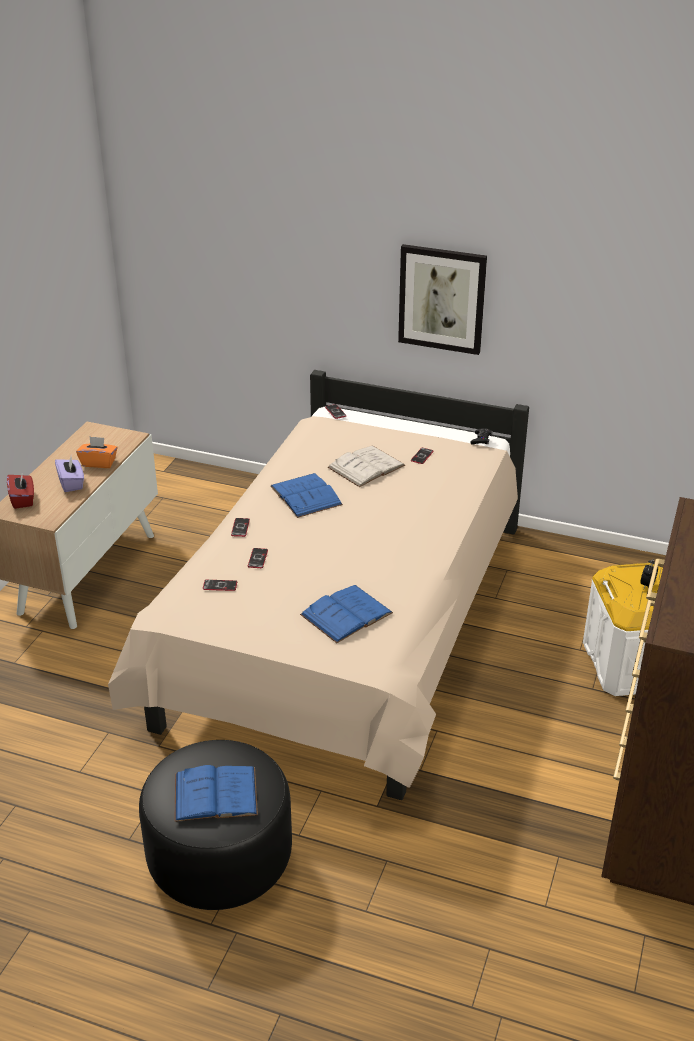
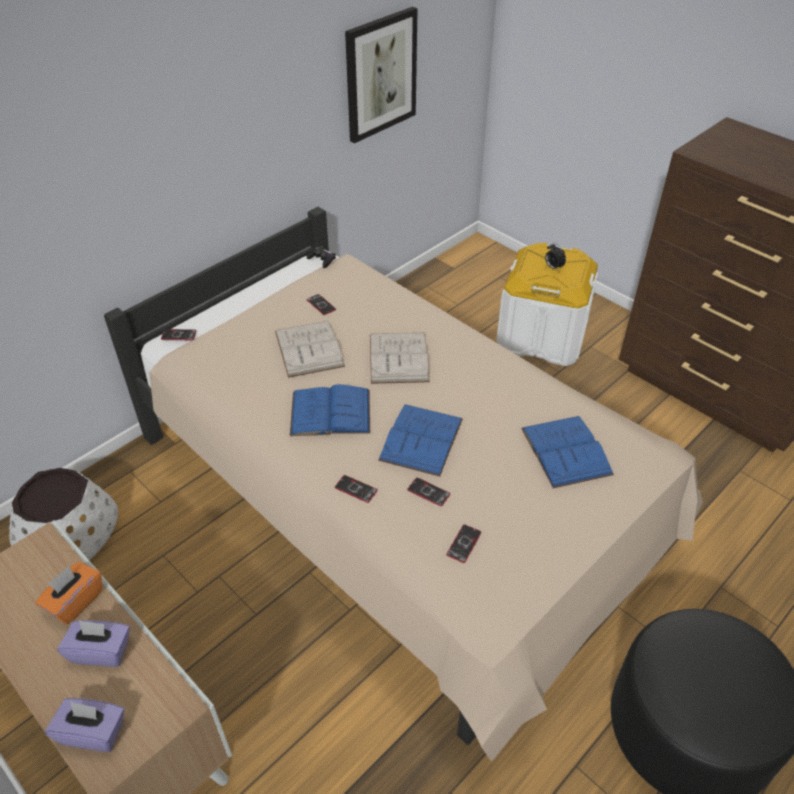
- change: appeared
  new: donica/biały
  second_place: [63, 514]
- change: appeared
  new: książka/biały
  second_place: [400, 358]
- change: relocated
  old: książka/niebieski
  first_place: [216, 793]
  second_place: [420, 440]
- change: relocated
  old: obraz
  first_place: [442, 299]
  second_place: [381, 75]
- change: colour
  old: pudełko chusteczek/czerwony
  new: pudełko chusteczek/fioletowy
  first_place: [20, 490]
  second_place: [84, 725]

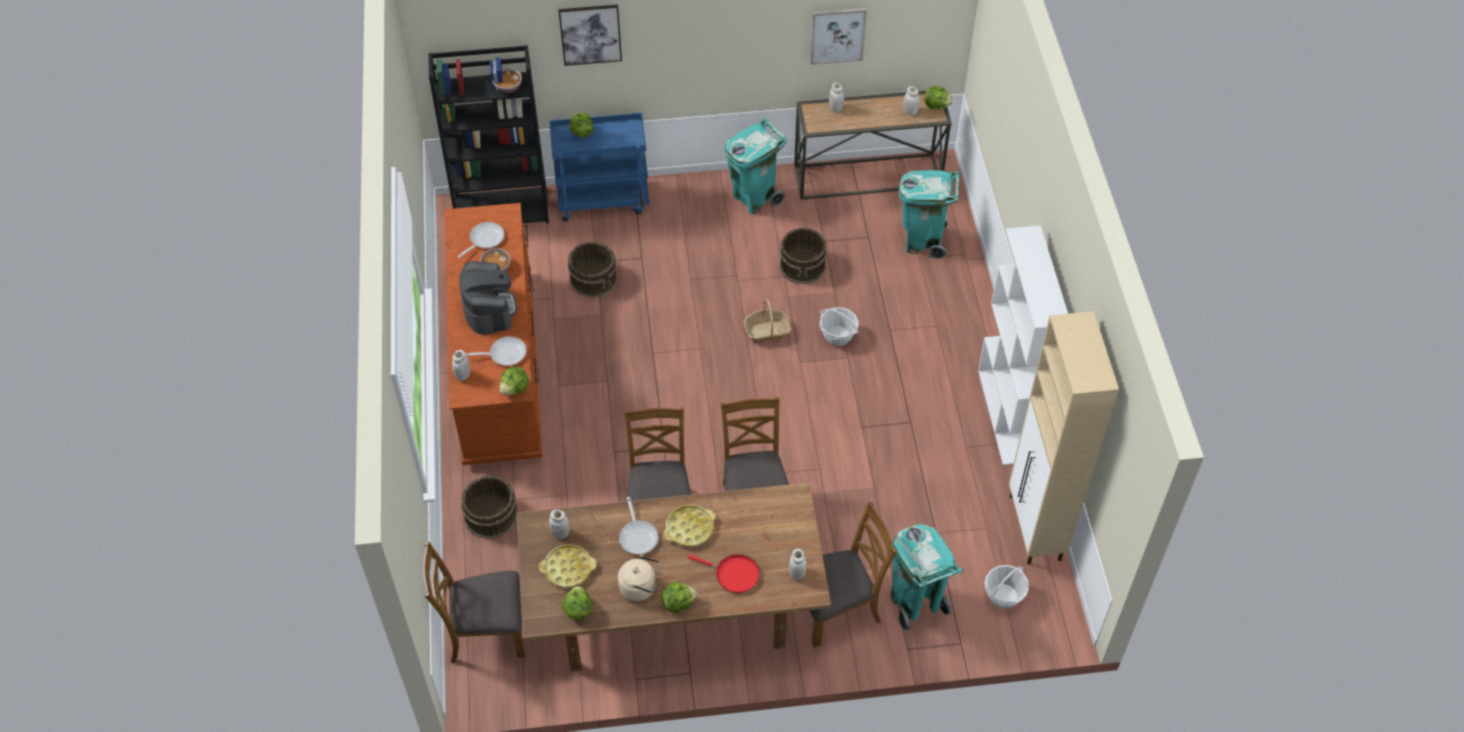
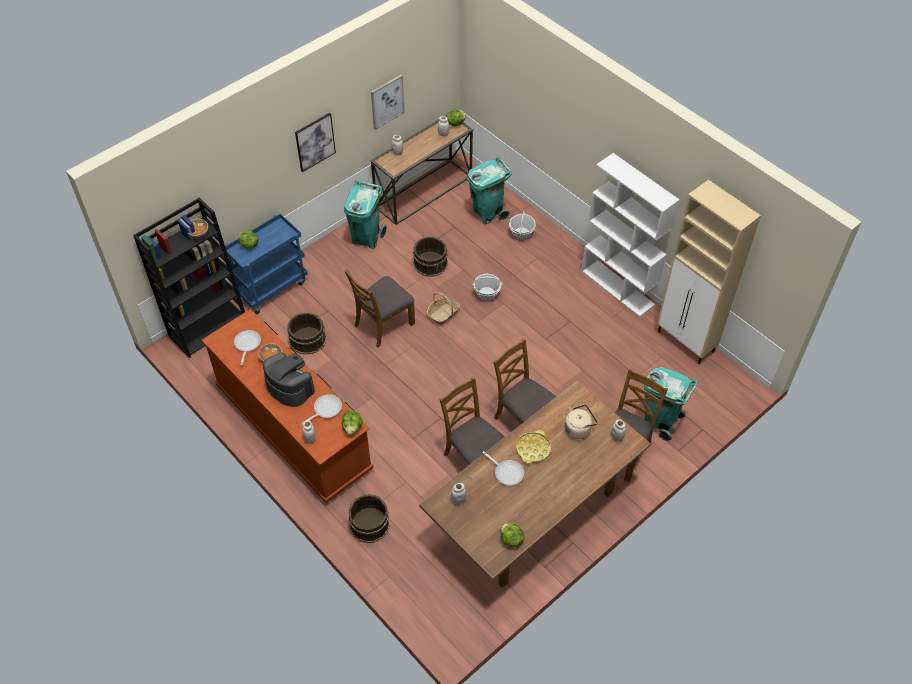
- change: missing
  old: taca/żółty
  first_place: [568, 566]
- change: missing
  old: sałata
  first_place: [679, 597]
- change: missing
  old: patelnia/czerwony
  first_place: [723, 573]
- change: relocated
  old: krzesło/brązowy
  first_place: [474, 602]
  second_place: [379, 308]
- change: relocated
  old: obraz
  first_place: [590, 35]
  second_place: [315, 142]
- change: relocated
  old: czajnik/beżowy
  first_place: [639, 577]
  second_place: [581, 421]
- change: relocated
  old: koszyk
  first_place: [1006, 587]
  second_place: [522, 225]

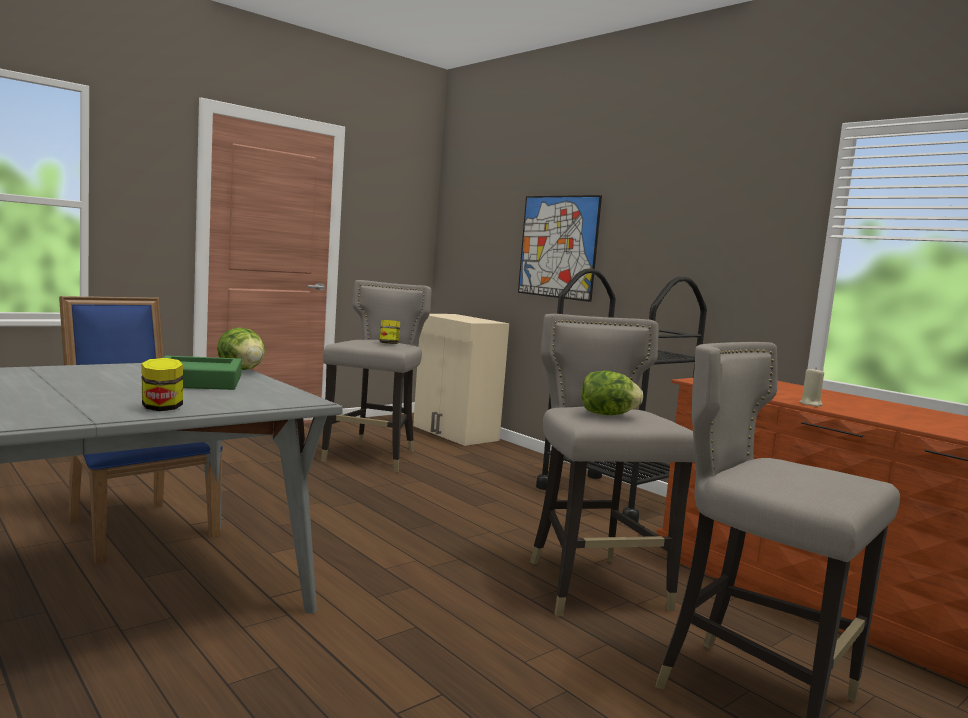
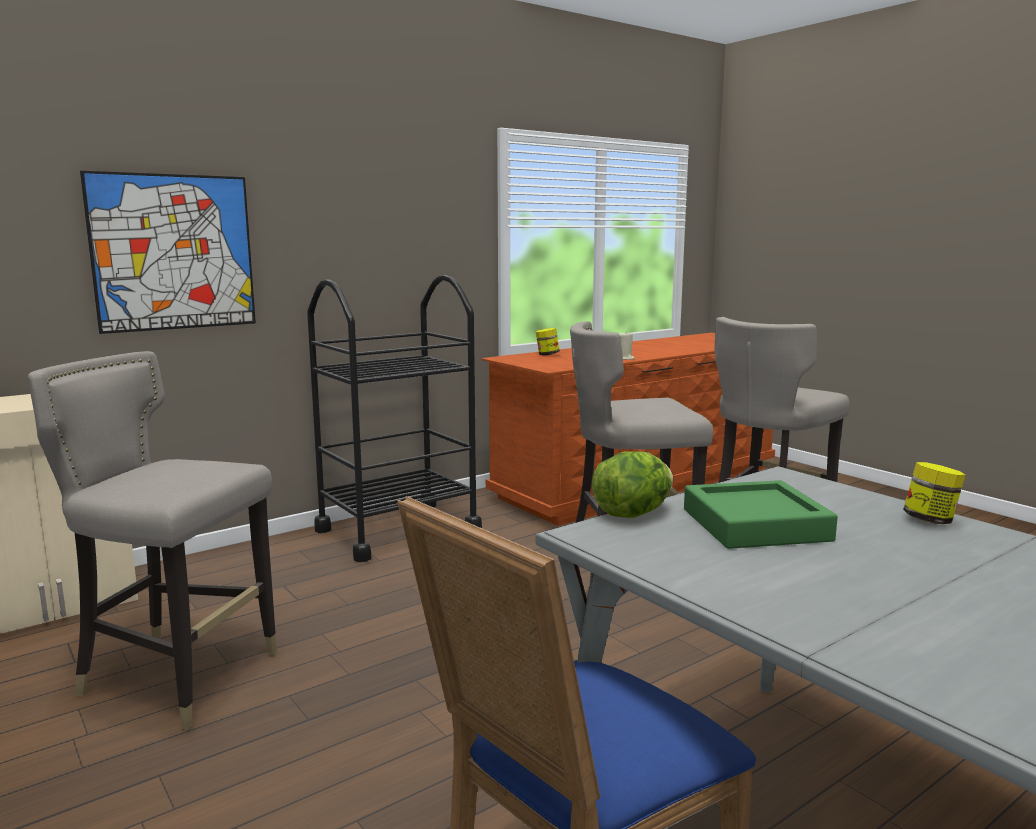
- change: missing
  old: sałata
  first_place: [612, 393]
- change: relocated
  old: słoik
  first_place: [390, 332]
  second_place: [548, 341]

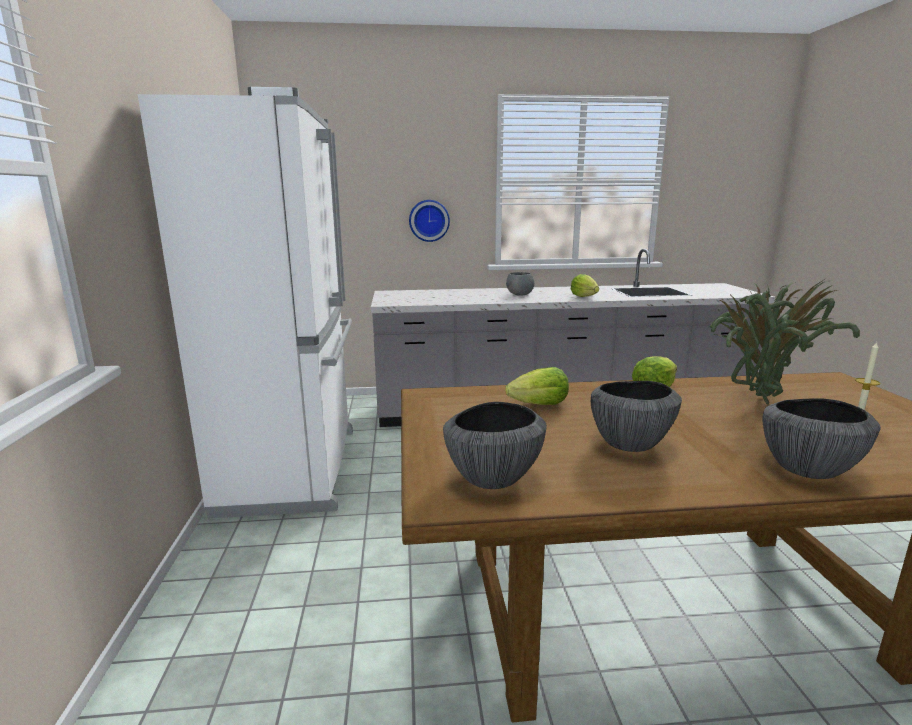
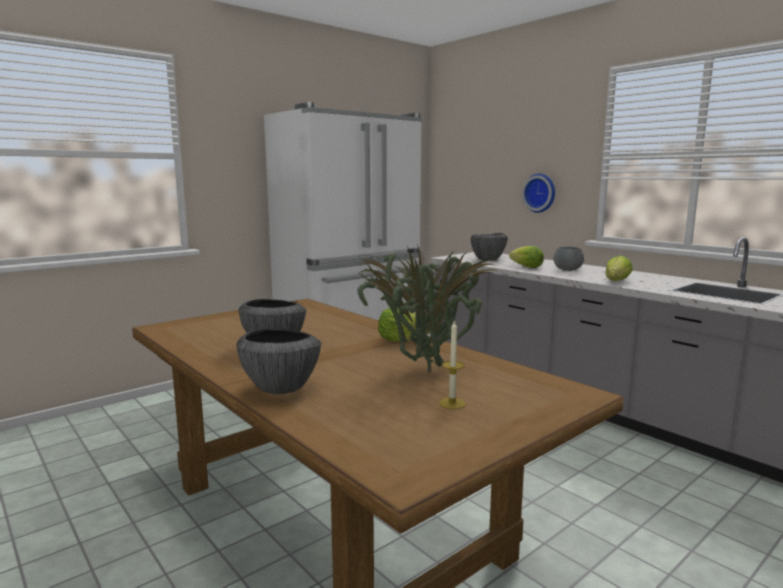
- change: relocated
  old: miska
  first_place: [495, 445]
  second_place: [489, 246]
- change: relocated
  old: sałata
  first_place: [537, 386]
  second_place: [526, 257]

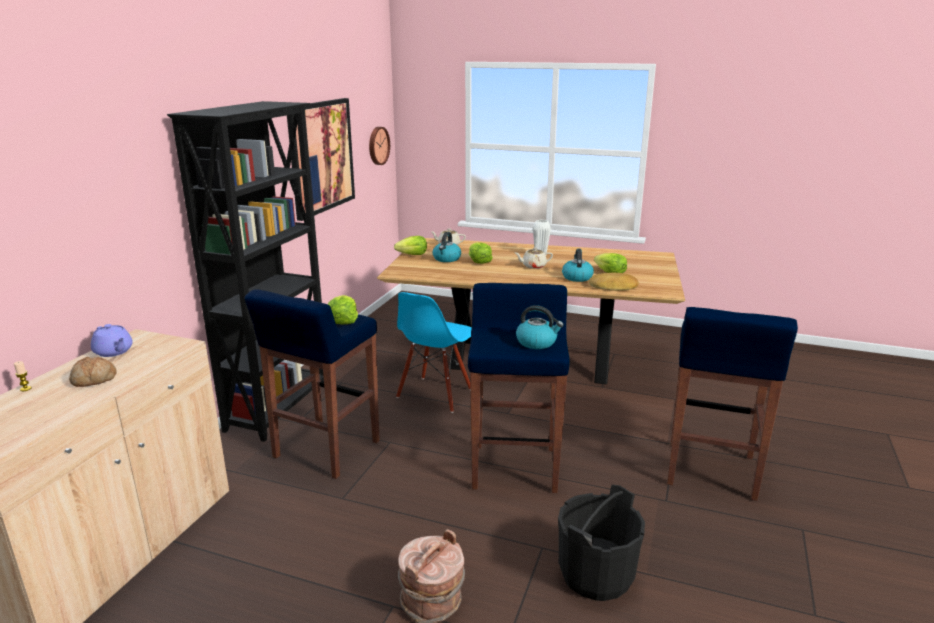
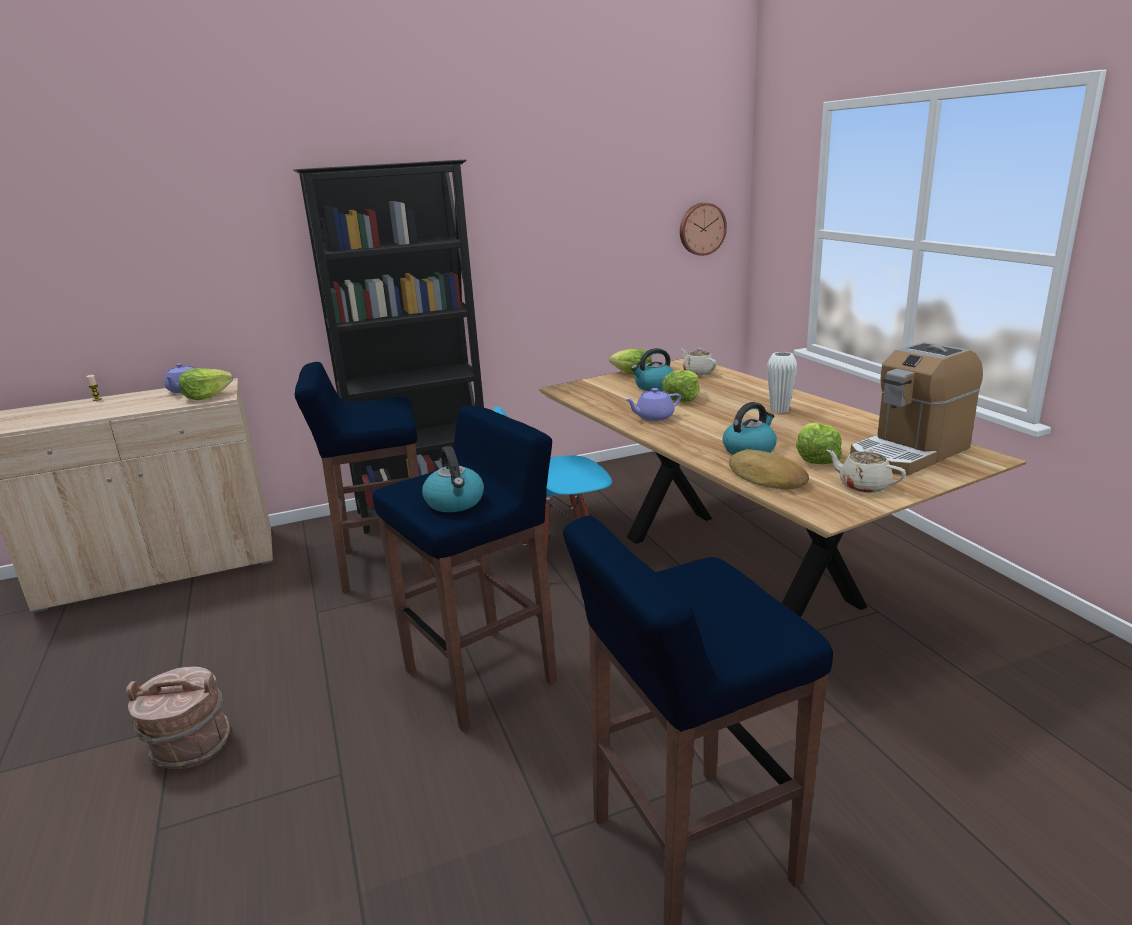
- change: missing
  old: chleb
  first_place: [93, 372]
- change: missing
  old: obraz
  first_place: [321, 159]
- change: missing
  old: wiadro/czarny
  first_place: [601, 542]
- change: appeared
  new: imbryk/fioletowy
  second_place: [653, 404]
- change: appeared
  new: ekspres do kawy
  second_place: [916, 408]
- change: relocated
  old: sałata
  first_place: [343, 309]
  second_place: [205, 384]
- change: relocated
  old: imbryk/beżowy
  first_place: [534, 258]
  second_place: [866, 471]

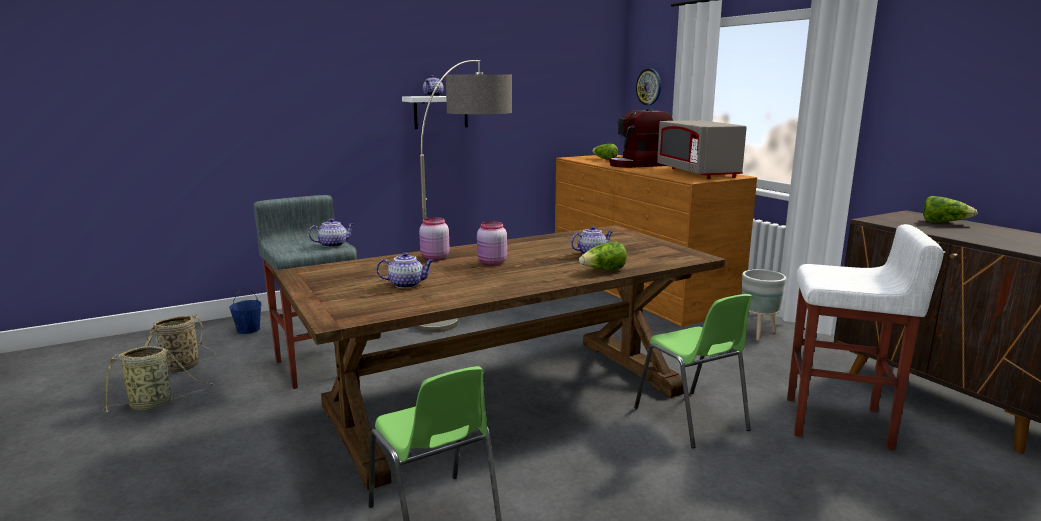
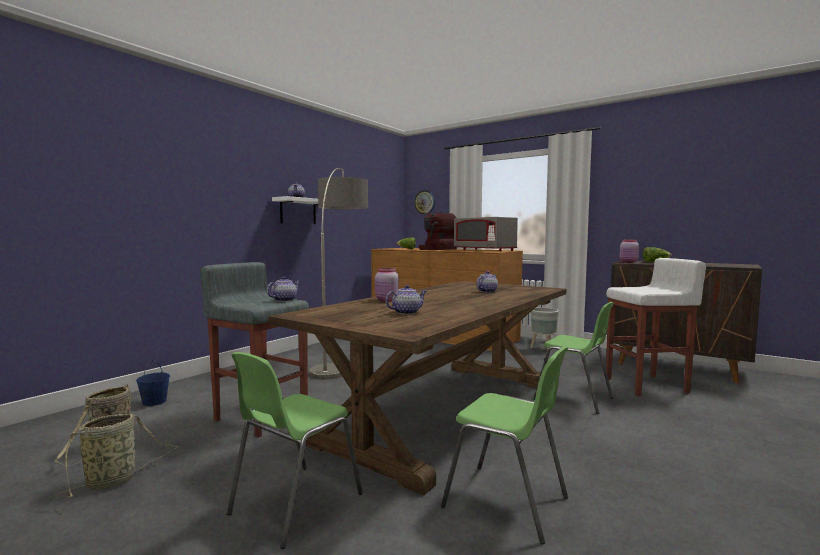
- change: missing
  old: sałata
  first_place: [603, 256]
- change: appeared
  new: krzesło/zielony
  second_place: [295, 450]
- change: relocated
  old: słoik/różowy
  first_place: [492, 243]
  second_place: [629, 251]

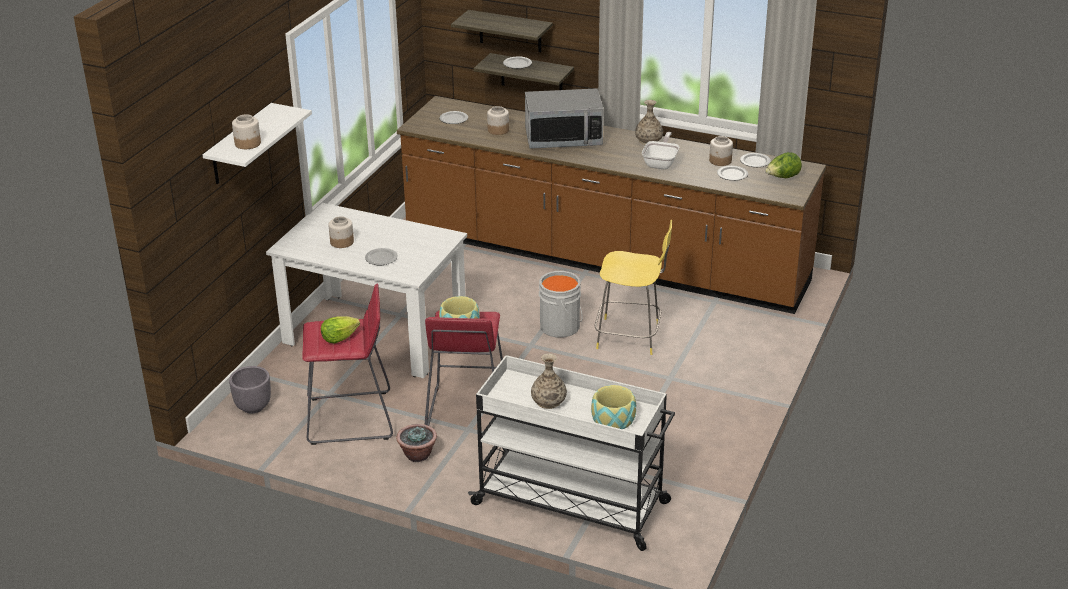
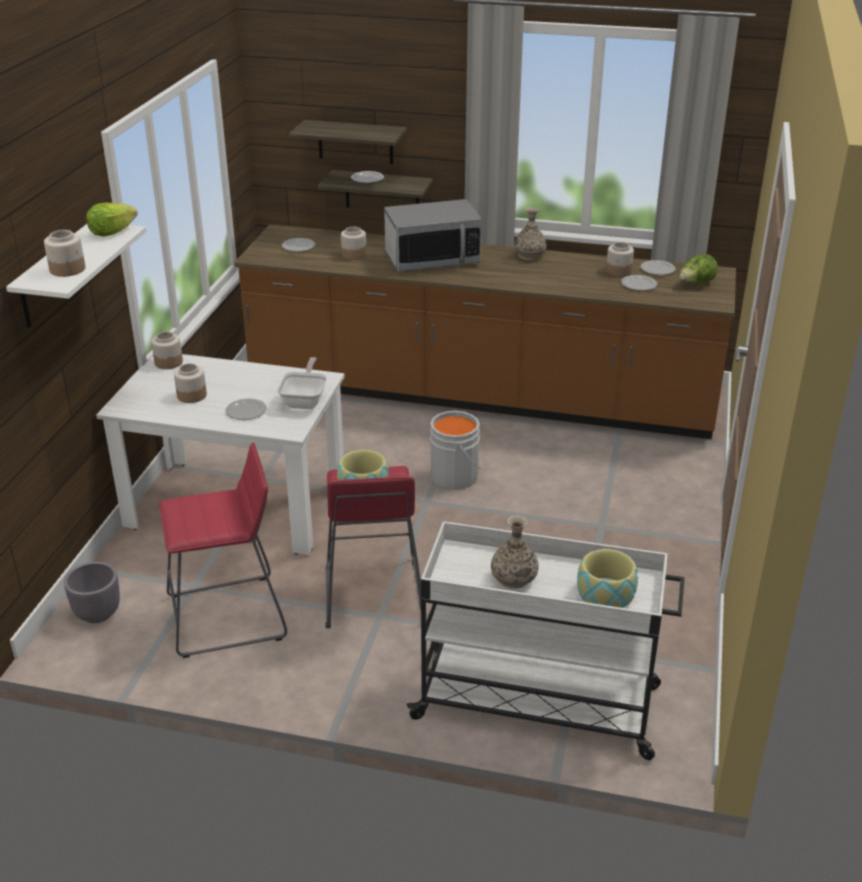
- change: missing
  old: roślina doniczkowa
  first_place: [416, 443]
- change: missing
  old: stołek/żółty
  first_place: [633, 287]
- change: appeared
  new: słoik
  second_place: [167, 350]
- change: relocated
  old: sałata
  first_place: [340, 330]
  second_place: [111, 220]
- change: relocated
  old: patelnia
  first_place: [661, 151]
  second_place: [302, 383]

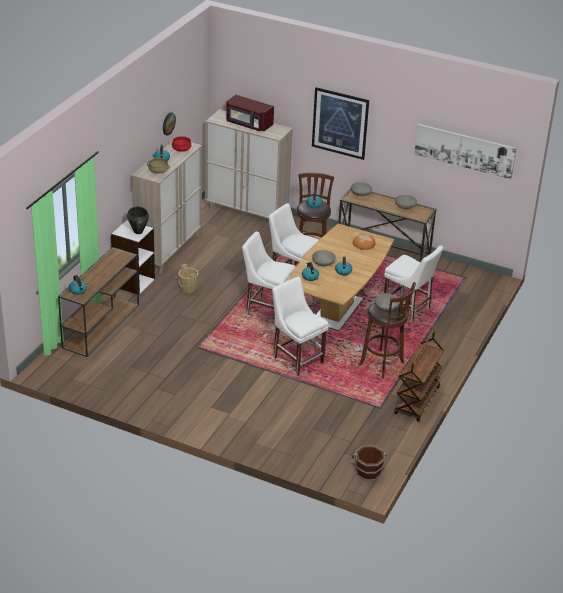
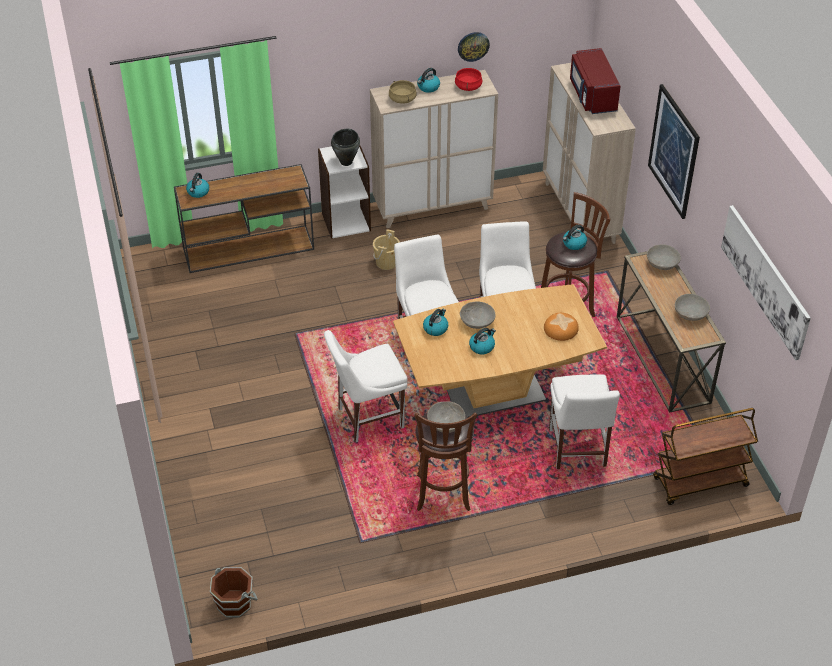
- change: relocated
  old: wózek/brązowy
  first_place: [419, 376]
  second_place: [705, 456]
- change: spun
  old: krzesło/biały
  first_place: [300, 326]
  second_place: [365, 386]
  degrees: -120

